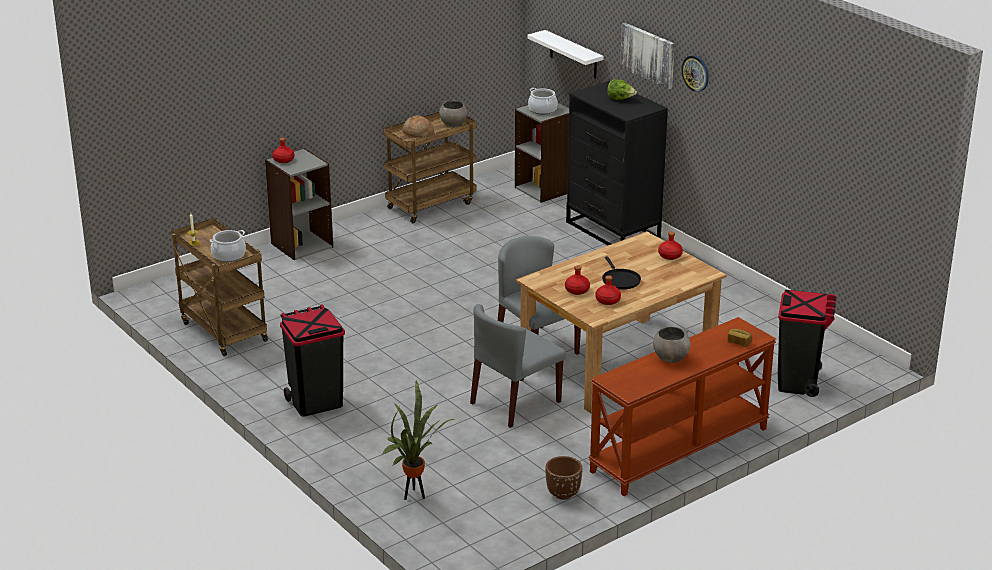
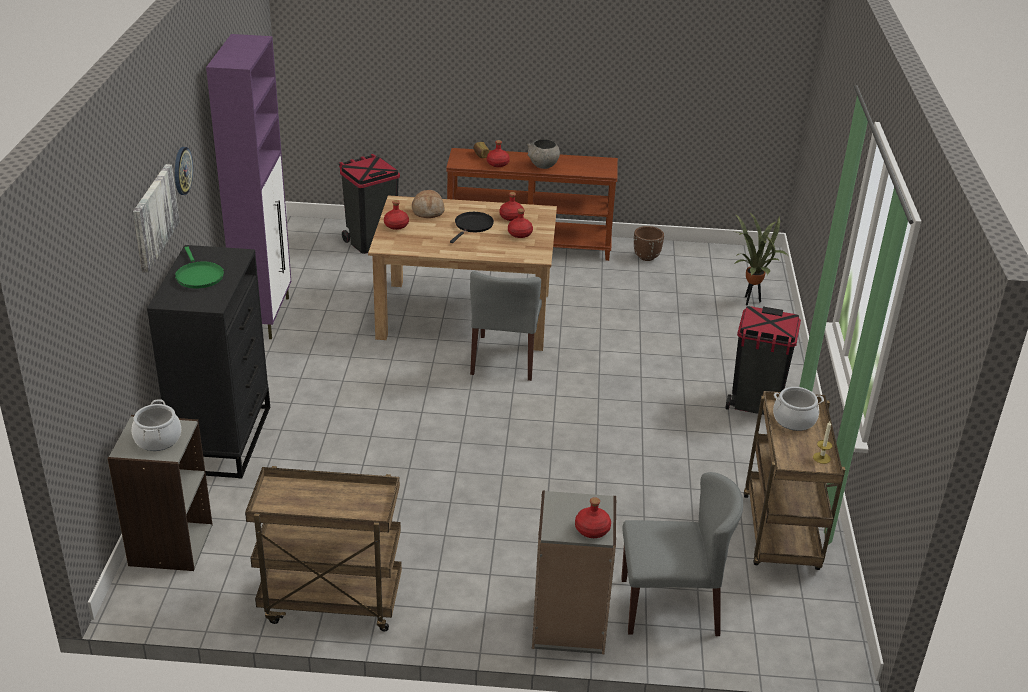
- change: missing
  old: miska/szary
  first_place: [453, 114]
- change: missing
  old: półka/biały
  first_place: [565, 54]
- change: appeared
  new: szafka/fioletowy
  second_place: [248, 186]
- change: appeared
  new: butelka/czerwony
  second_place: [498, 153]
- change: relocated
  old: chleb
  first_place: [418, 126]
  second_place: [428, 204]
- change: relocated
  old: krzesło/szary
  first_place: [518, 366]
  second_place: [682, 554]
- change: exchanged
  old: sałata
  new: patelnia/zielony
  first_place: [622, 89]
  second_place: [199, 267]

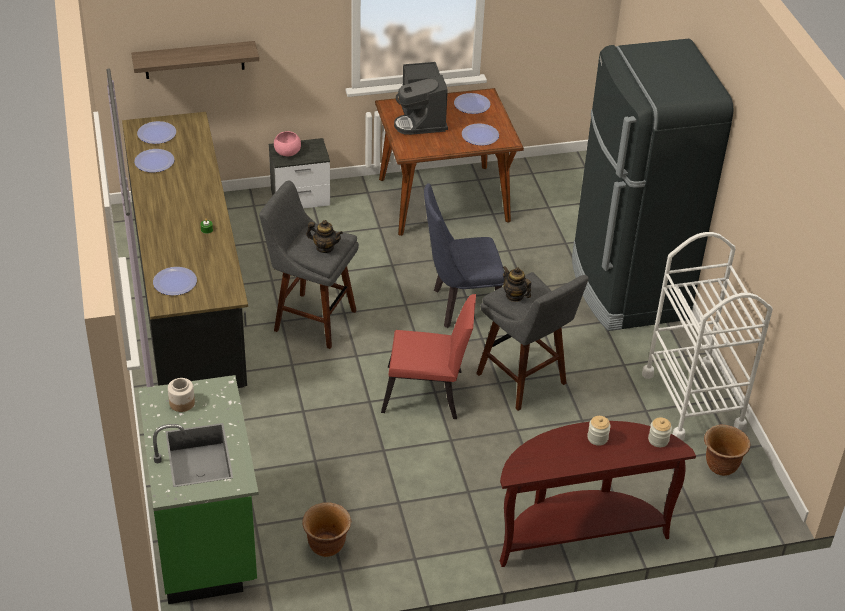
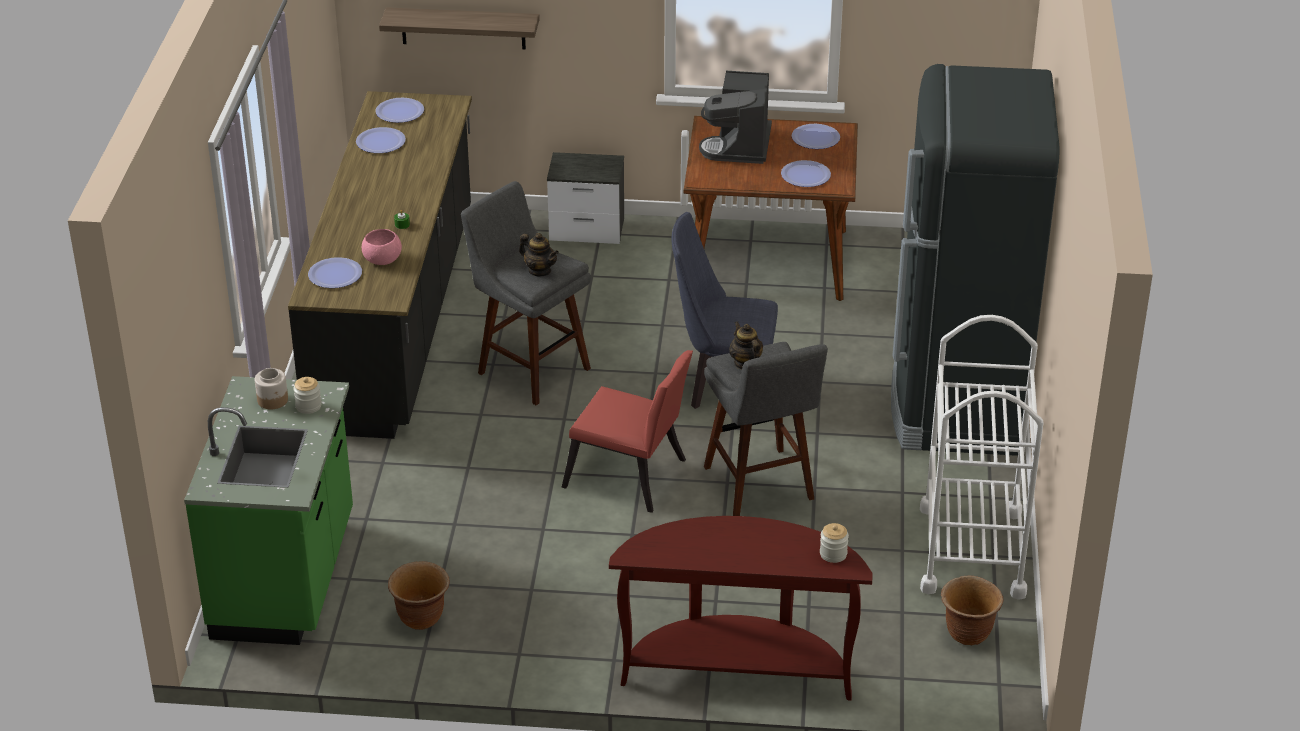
- change: relocated
  old: miska/różowy
  first_place: [287, 143]
  second_place: [382, 247]
- change: relocated
  old: słoik
  first_place: [599, 431]
  second_place: [307, 395]

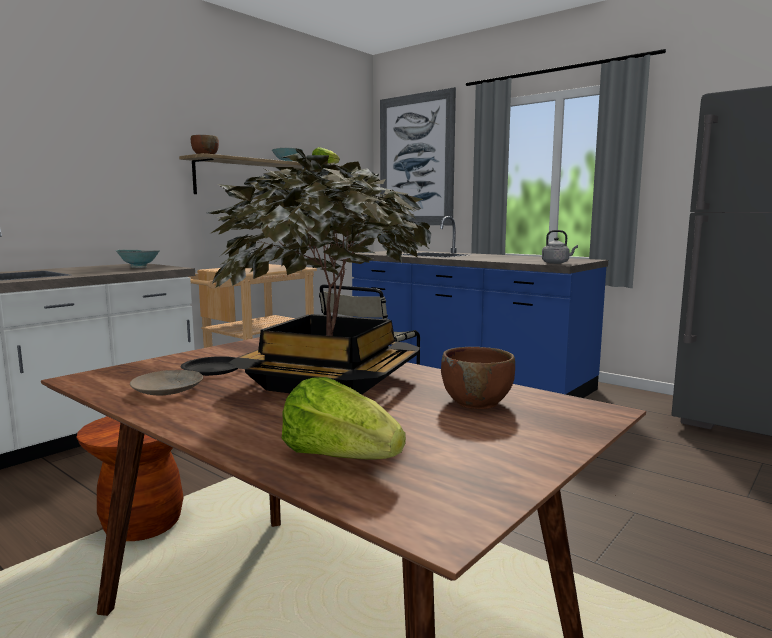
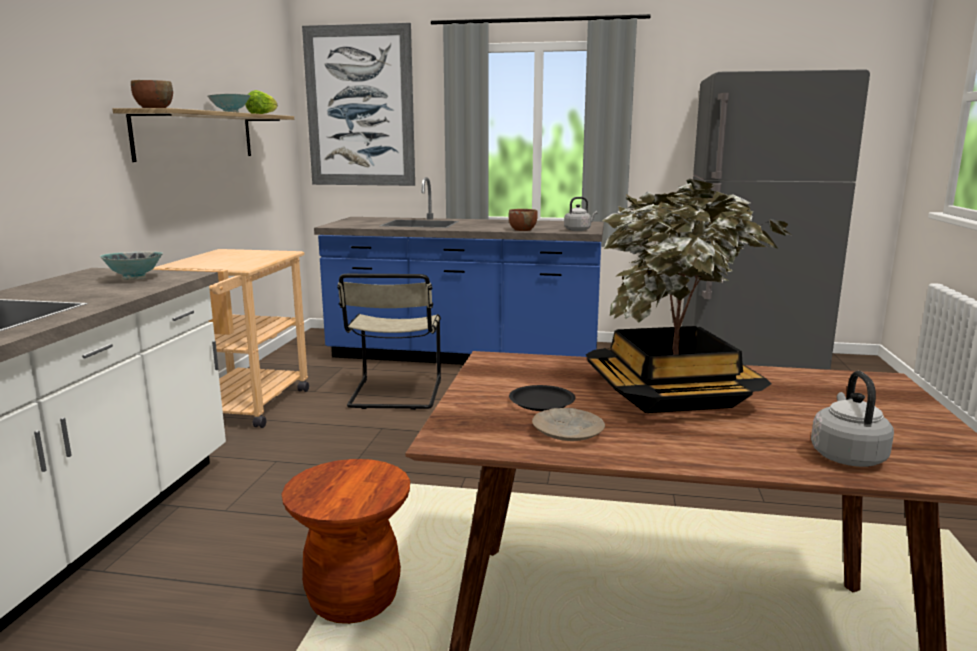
- change: relocated
  old: miska/brązowy
  first_place: [478, 378]
  second_place: [523, 220]
- change: exchanged
  old: sałata
  new: czajnik/szary
  first_place: [344, 418]
  second_place: [852, 419]

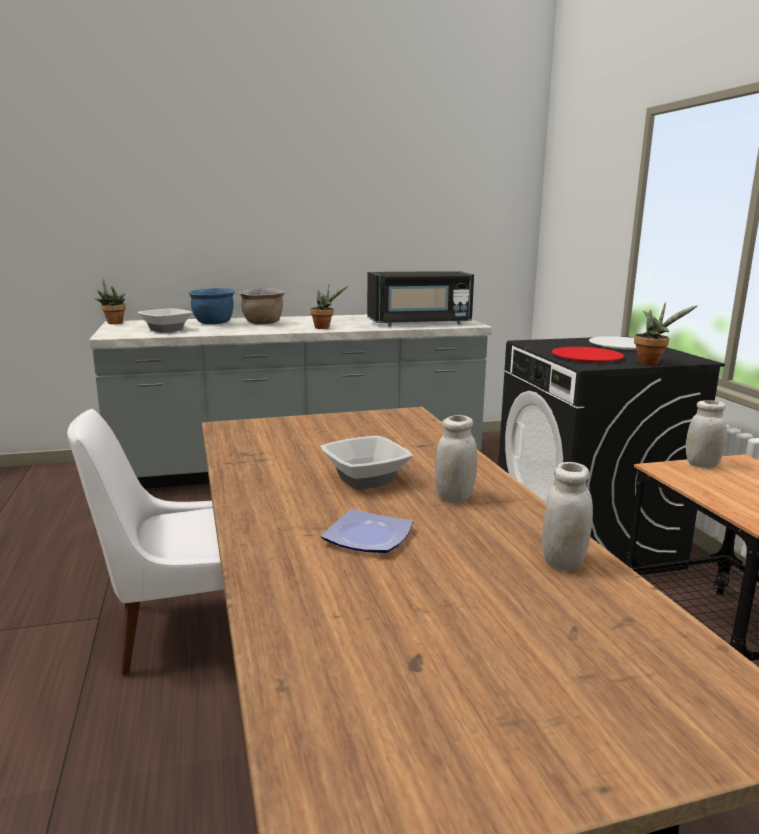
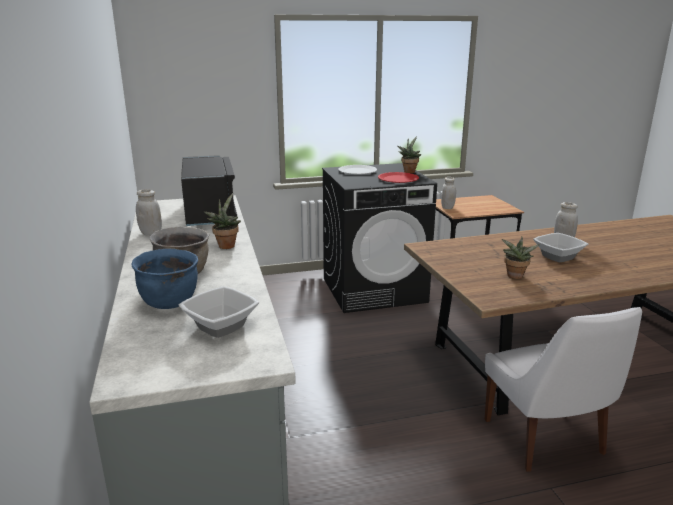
- change: missing
  old: talerz
  first_place: [367, 531]
- change: relocated
  old: roślina doniczkowa
  first_place: [110, 301]
  second_place: [521, 257]
- change: relocated
  old: słoik/biały
  first_place: [567, 516]
  second_place: [149, 212]

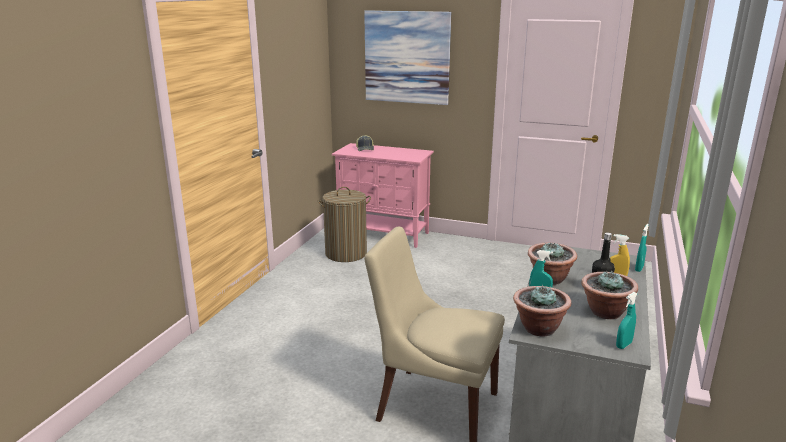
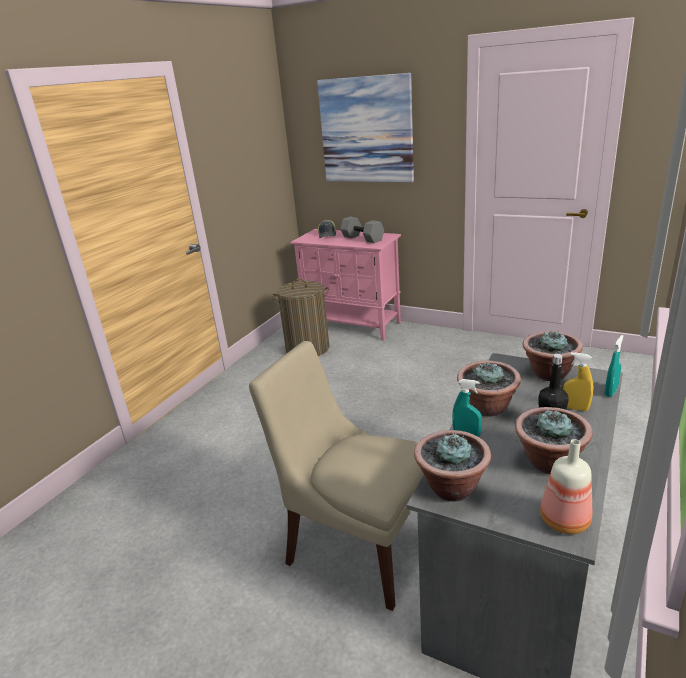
- change: appeared
  new: hantel/szary
  second_place: [362, 230]
- change: appeared
  new: roślina doniczkowa
  second_place: [552, 356]
- change: exchanged
  old: spryskiwacz/turkusowy
  new: butelka
  first_place: [626, 320]
  second_place: [566, 486]

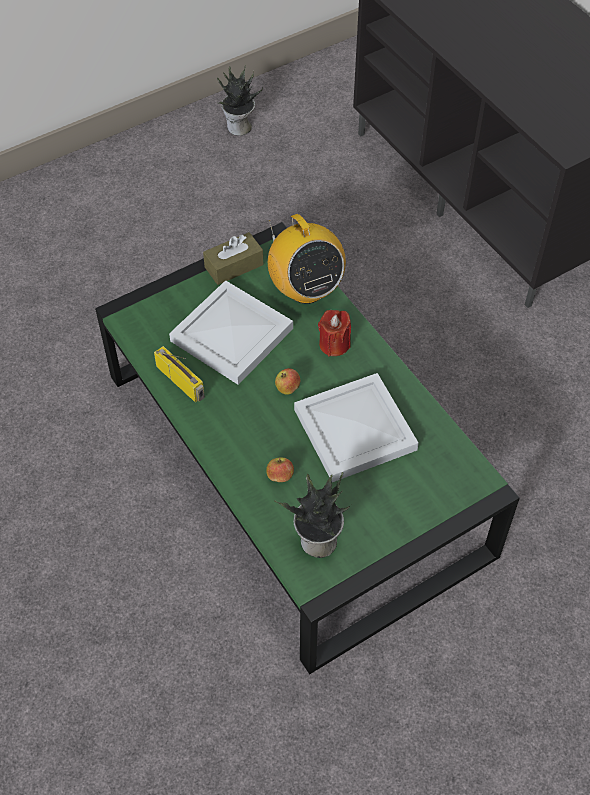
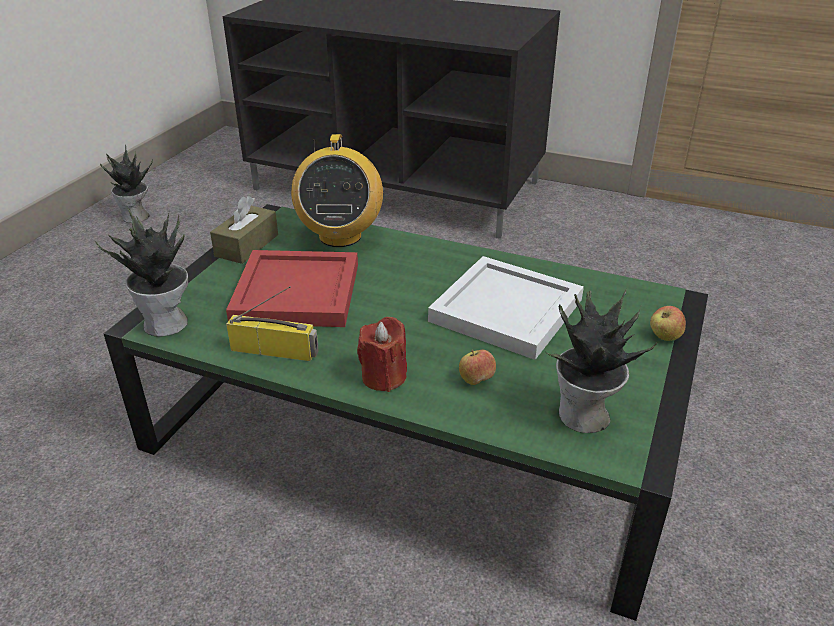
- change: appeared
  new: roślina doniczkowa
  second_place: [142, 272]
- change: relocated
  old: jabłko
  first_place: [287, 381]
  second_place: [668, 323]
- change: relocated
  old: świeca/czerwony
  first_place: [334, 333]
  second_place: [382, 354]
- change: colour
  old: taca/biały
  new: taca/czerwony
  first_place: [231, 332]
  second_place: [292, 288]
- change: spun
  old: radio
  first_place: [307, 259]
  second_place: [337, 190]
  degrees: 60

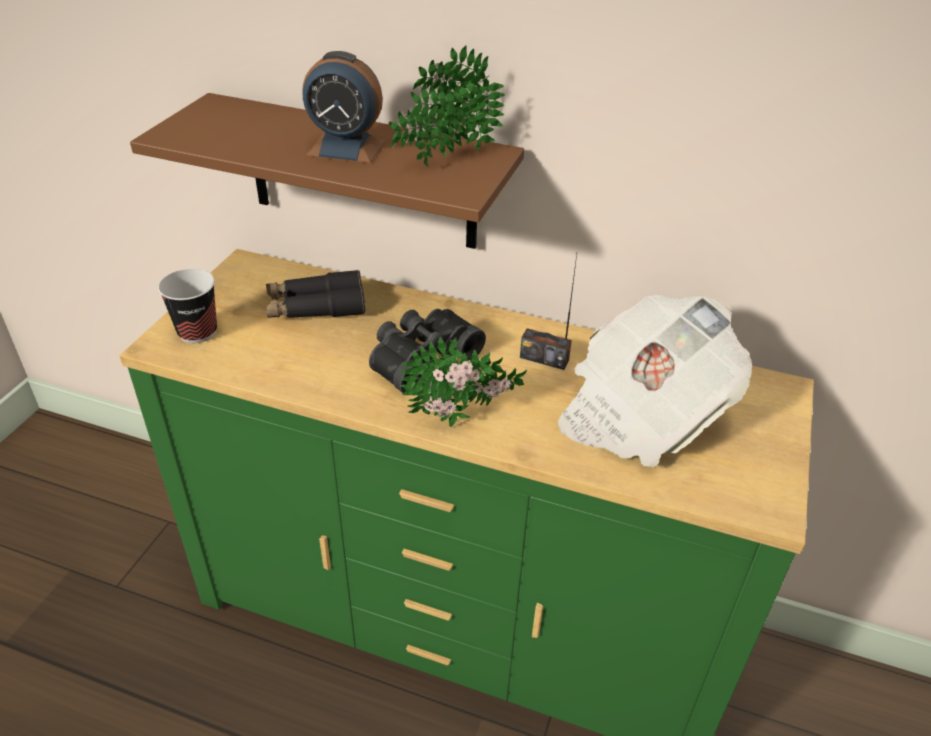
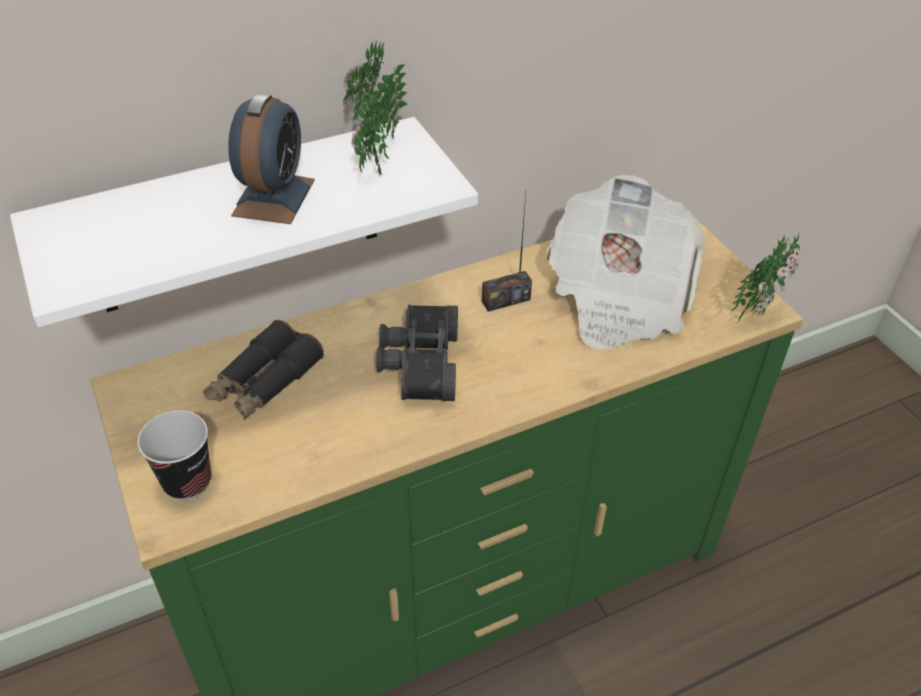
- change: relocated
  old: roślina doniczkowa
  first_place: [463, 382]
  second_place: [765, 278]
- change: colour
  old: półka/brązowy
  new: półka/biały
  first_place: [327, 171]
  second_place: [244, 222]
- change: spun
  old: budzik
  first_place: [344, 107]
  second_place: [271, 158]
  degrees: -45

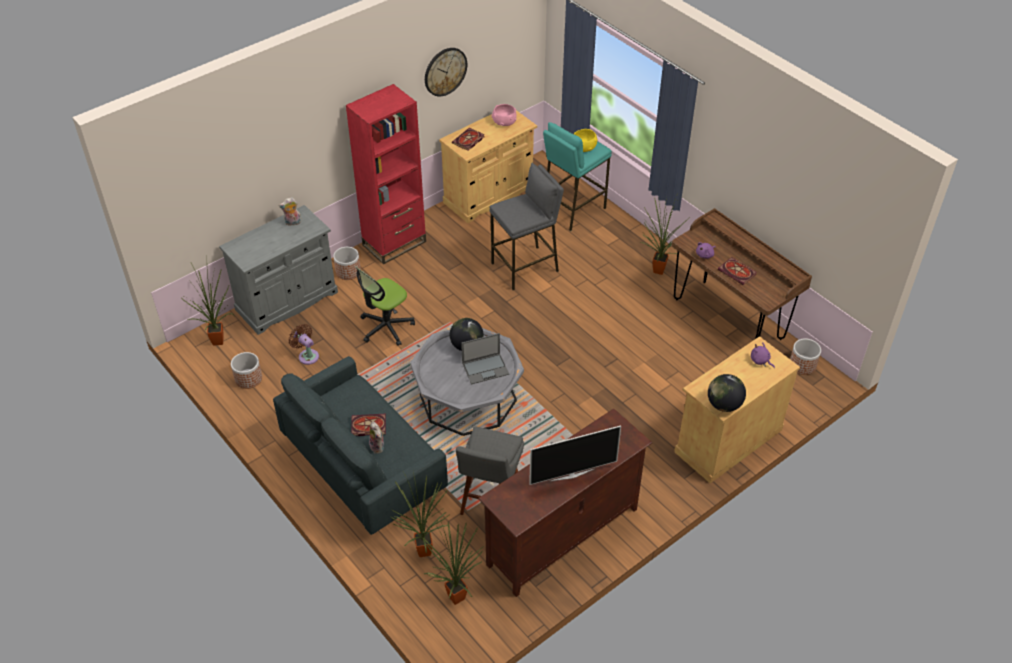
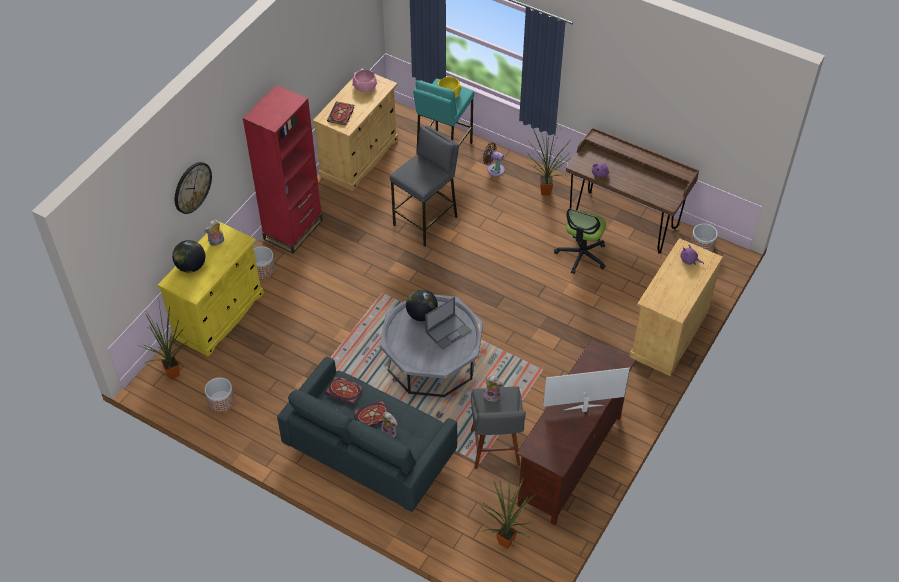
- change: missing
  old: roślina doniczkowa
  first_place: [420, 514]
- change: appeared
  new: pluszak
  second_place: [493, 389]
- change: relocated
  old: wentylator/brązowy
  first_place: [303, 344]
  second_place: [494, 159]
- change: relocated
  old: krzesło biurowe
  first_place: [385, 306]
  second_place: [580, 241]
- change: relocated
  old: zegar ścienny
  first_place: [446, 72]
  second_place: [193, 188]
- change: relocated
  old: globus
  first_place: [727, 393]
  second_place: [188, 256]
- change: relocated
  old: książka
  first_place: [737, 271]
  second_place: [344, 390]
- change: colour
  old: szafka/szary
  new: szafka/żółty
  first_place: [278, 270]
  second_place: [211, 289]
- change: spun
  old: telewizor
  first_place: [575, 455]
  second_place: [586, 389]
  degrees: -150

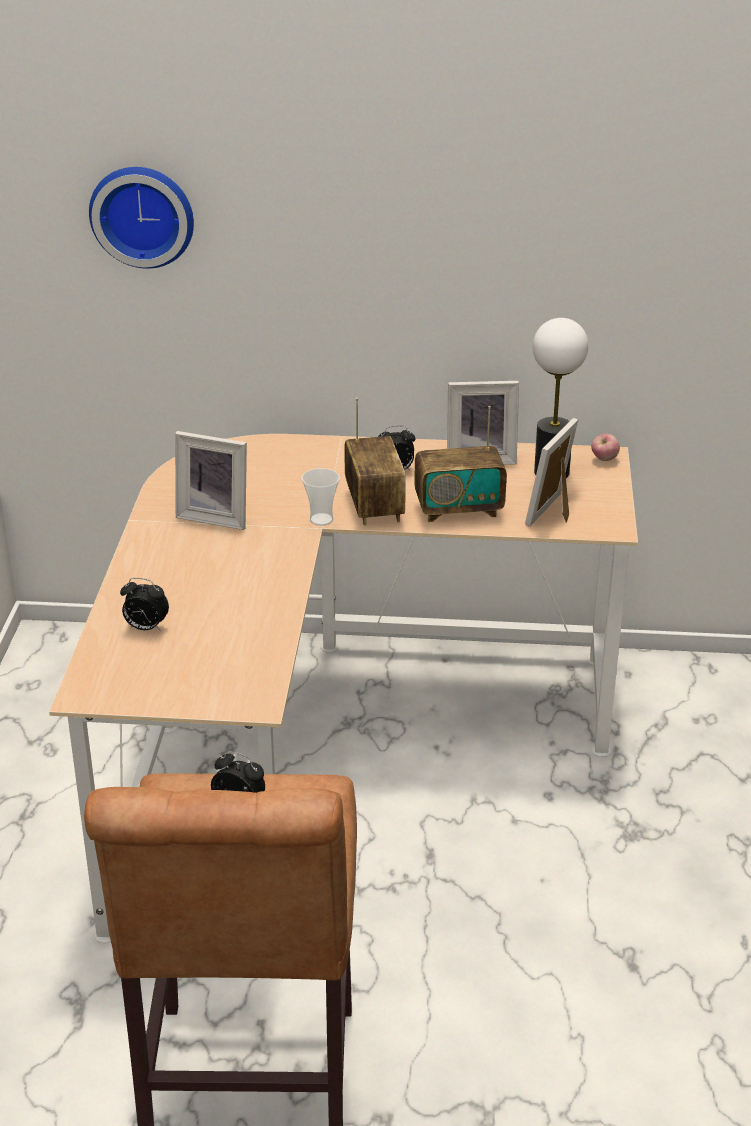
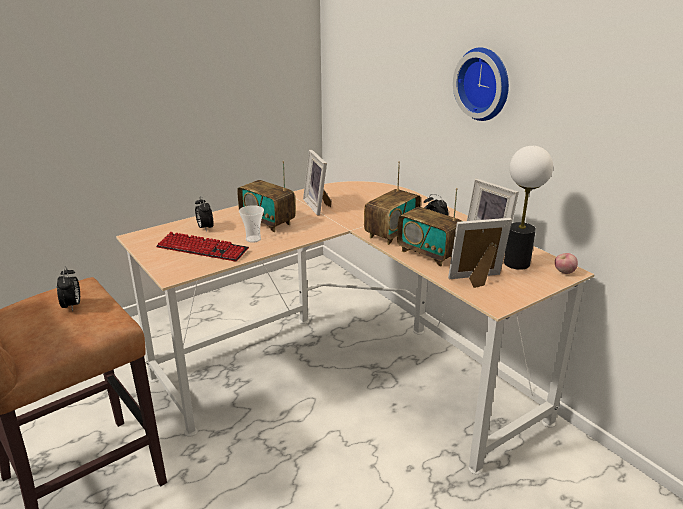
- change: appeared
  new: klawiatura
  second_place: [202, 247]
- change: appeared
  new: radio
  second_place: [266, 196]
- change: relocated
  old: zegar ścienny
  first_place: [141, 218]
  second_place: [481, 84]
- change: relocated
  old: filiżanka
  first_place: [321, 497]
  second_place: [251, 224]

